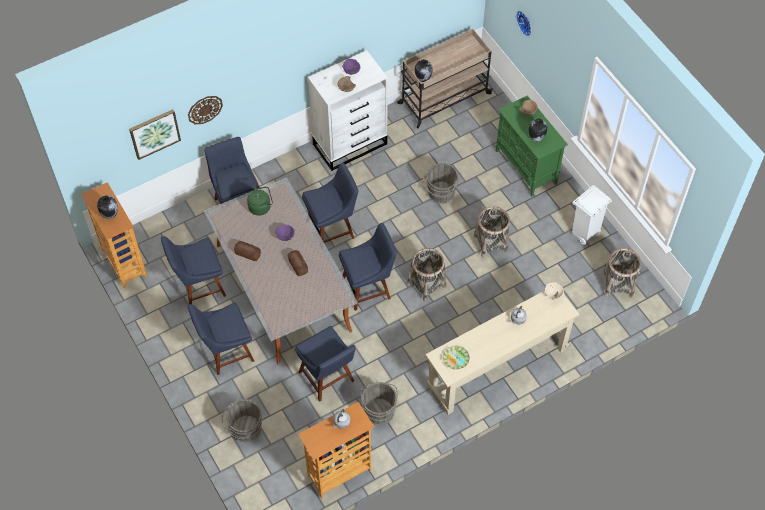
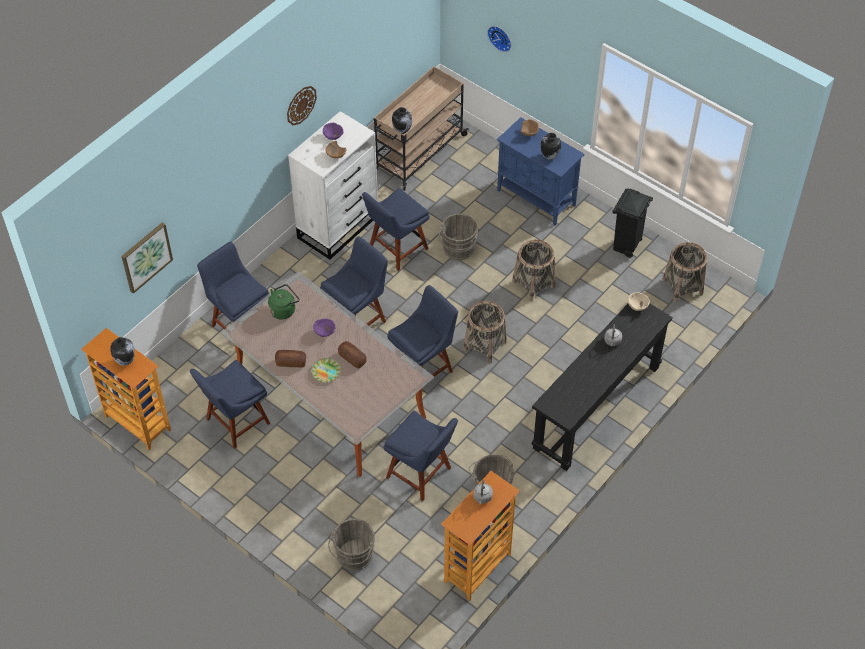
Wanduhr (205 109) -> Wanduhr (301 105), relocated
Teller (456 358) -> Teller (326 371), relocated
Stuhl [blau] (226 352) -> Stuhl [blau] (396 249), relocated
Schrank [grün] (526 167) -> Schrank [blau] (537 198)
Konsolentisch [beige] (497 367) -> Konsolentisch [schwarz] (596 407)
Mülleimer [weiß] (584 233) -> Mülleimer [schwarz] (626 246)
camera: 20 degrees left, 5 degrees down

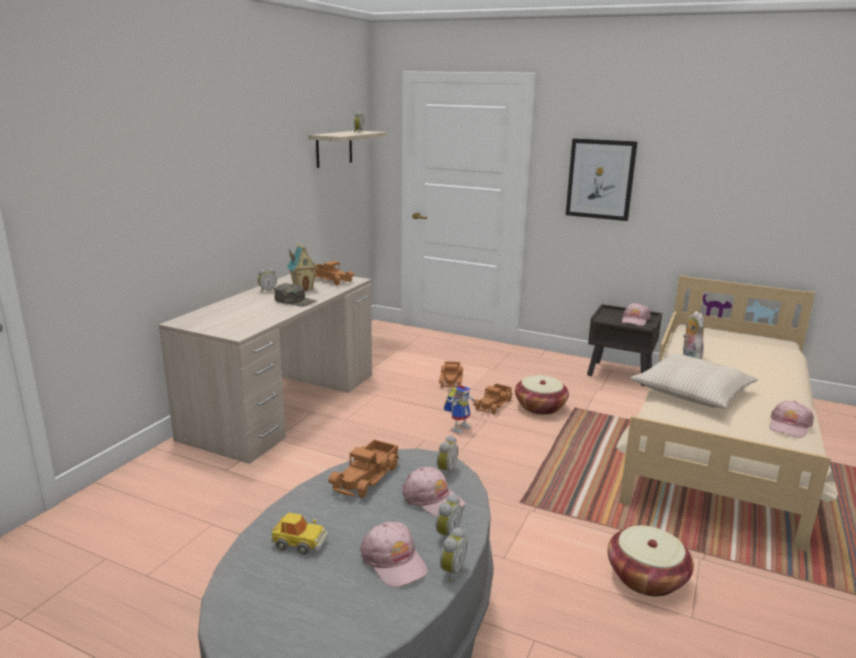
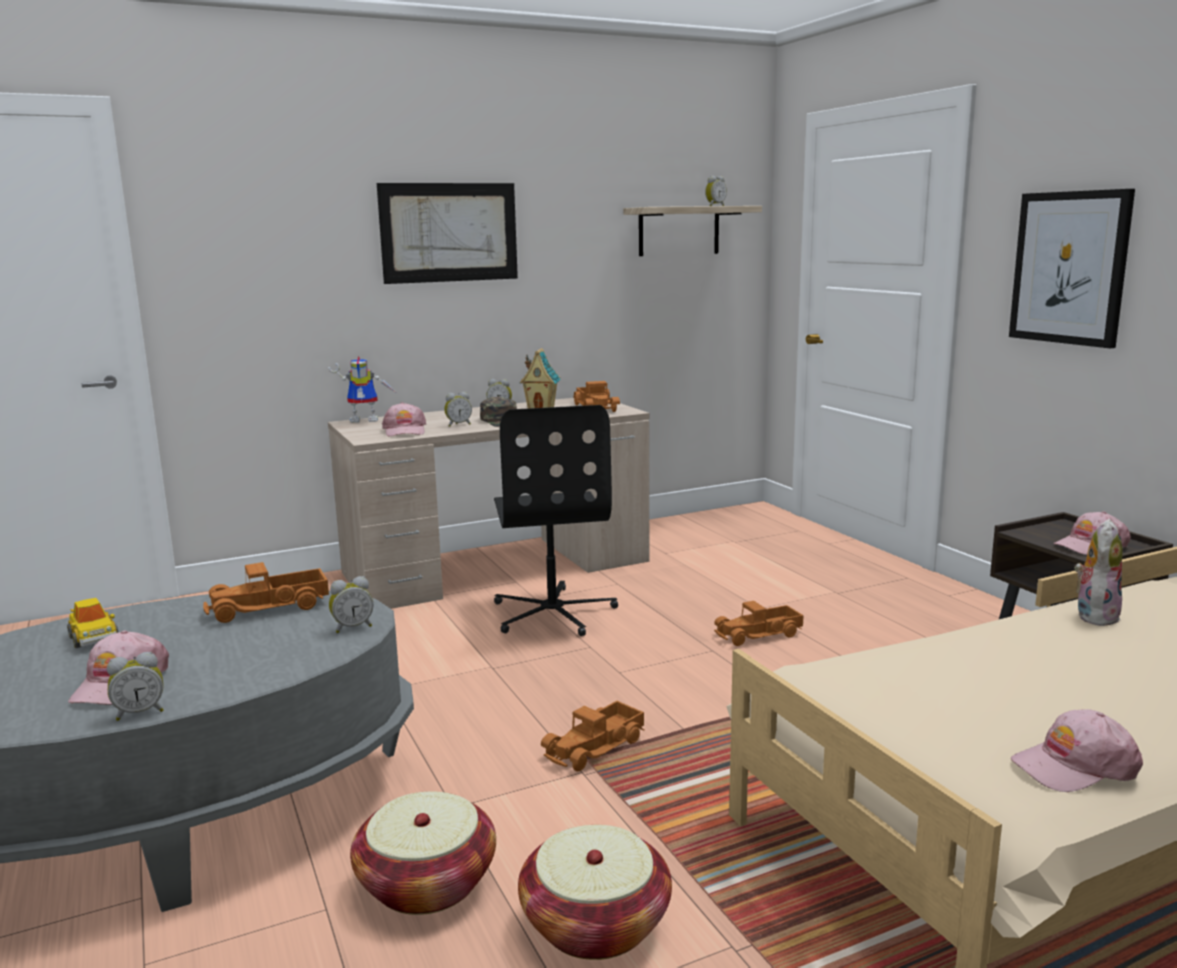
Spielzeugroboter (459 427) -> Spielzeugroboter (367 420), relocated
Korb (540 407) -> Korb (427 883), relocated
none -> Bild (449 232)
Kappe [rosa] (432 499) -> Kappe [rosa] (405 431), relocated
Wecker (446 535) -> Wecker (458 425), relocated
none -> Bürostuhl [schwarz] (553 613)
Spielzeuglaster (451 380) -> Spielzeuglaster (596 747), relocated
Kissen [beige] (691 392) -> none
camera: 40 degrees right, 5 degrees down

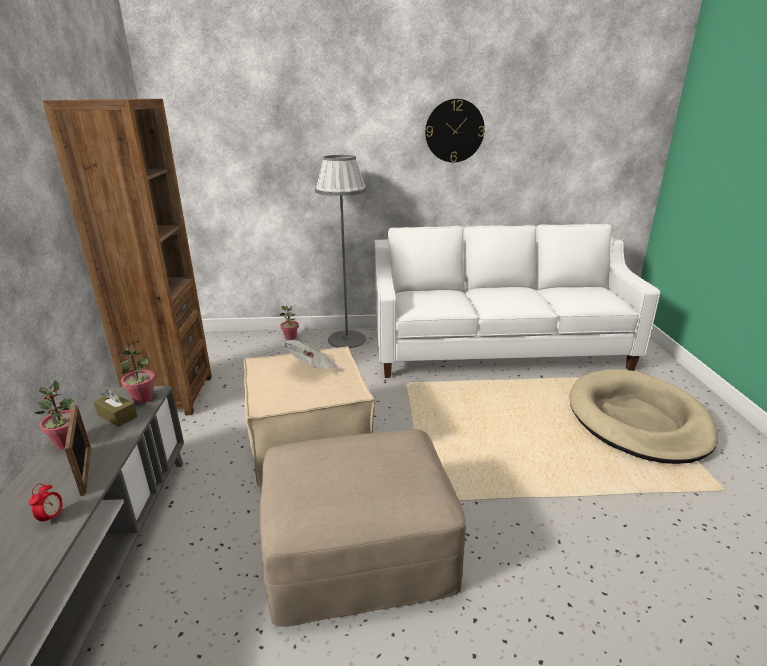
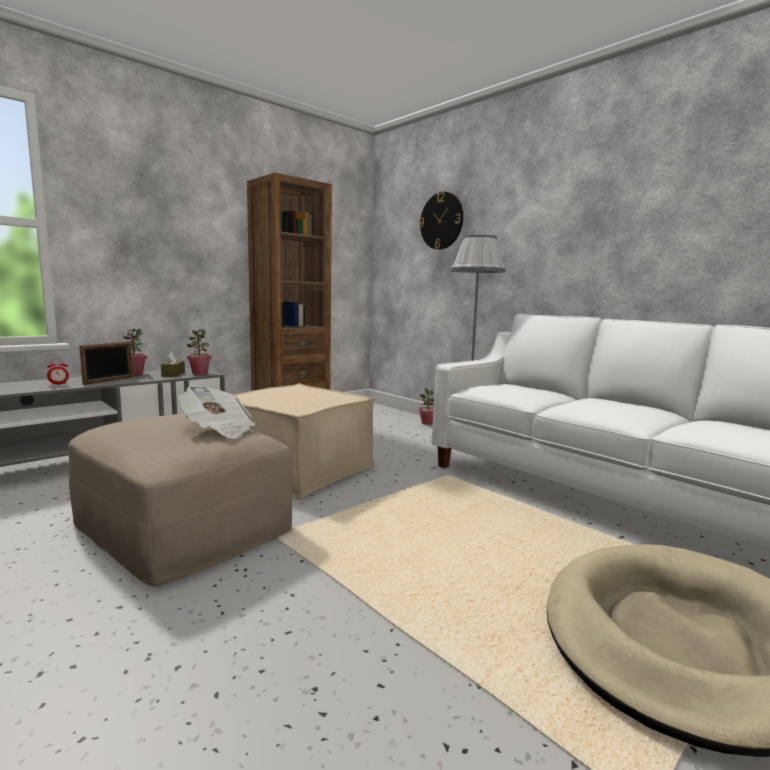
Zeitung (313 368) -> Zeitung (218 430), relocated
Wanduhr (454 131) -> Wanduhr (441 221), relocated
camera: 50 degrees right, 15 degrees down

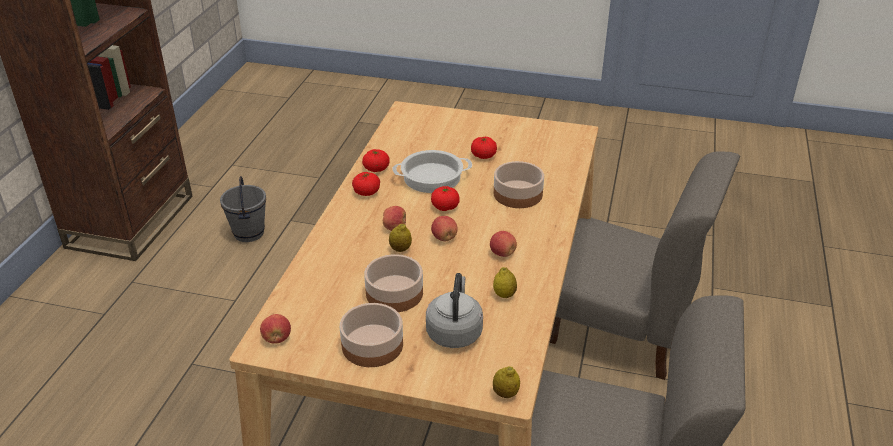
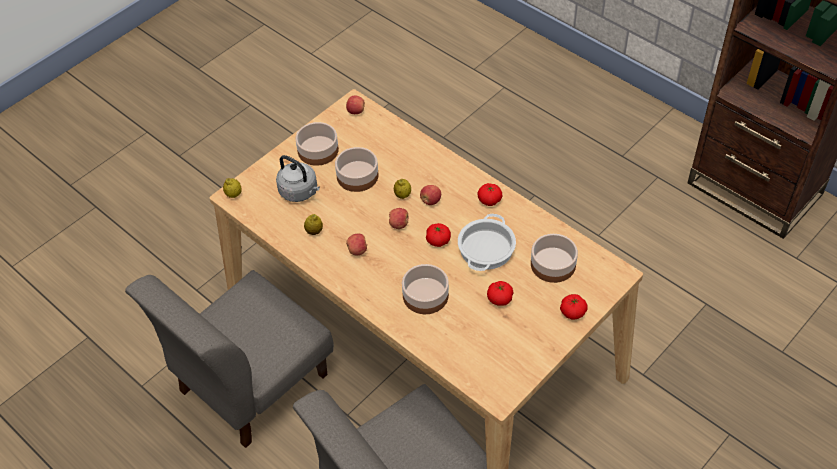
none -> Schüssel (553 265)
Tomate (376 169) -> Tomate (572 312), relocated
Eimer [grau] (249 233) -> none
camera: 120 degrees right, 15 degrees up

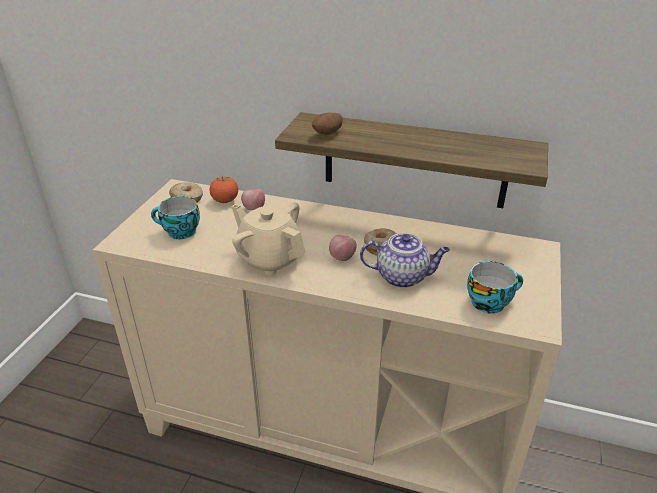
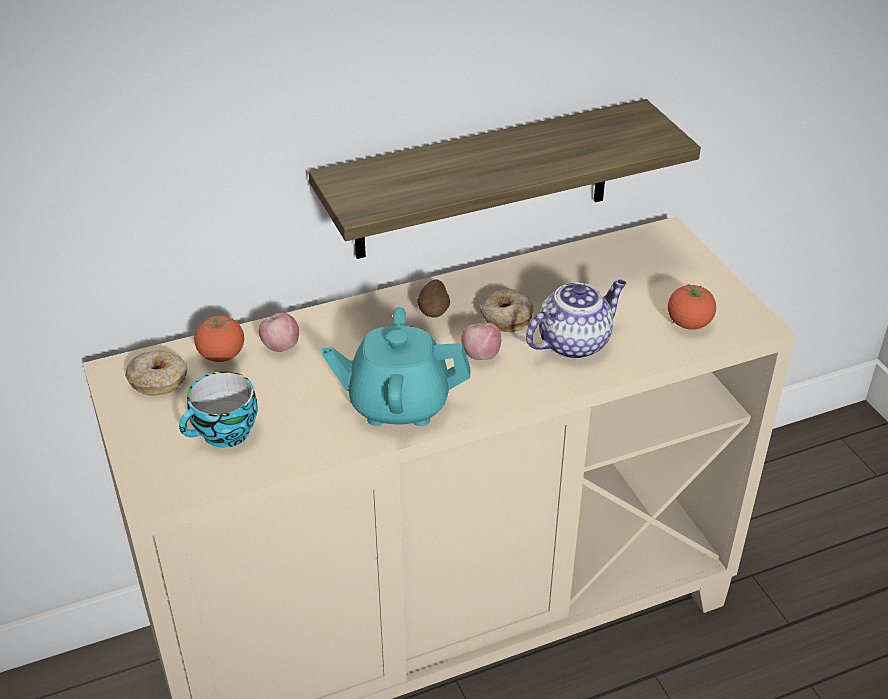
Teekanne [beige] (270 259) -> Teekanne [türkis] (398 404)
Kartoffel (327 134) -> Kartoffel (434 312), relocated
Tasse (489 302) -> Tomate (689 324)
camera: 40 degrees left, 5 degrees up

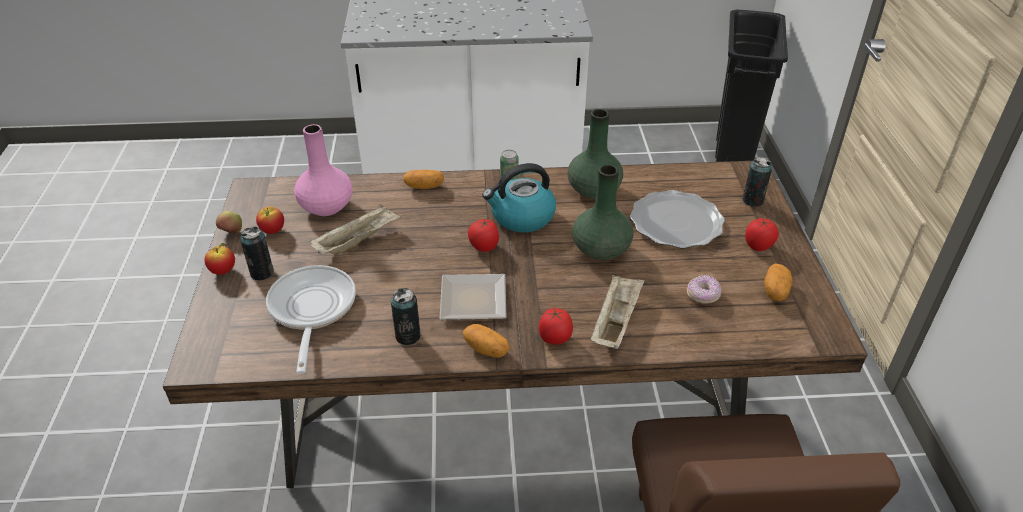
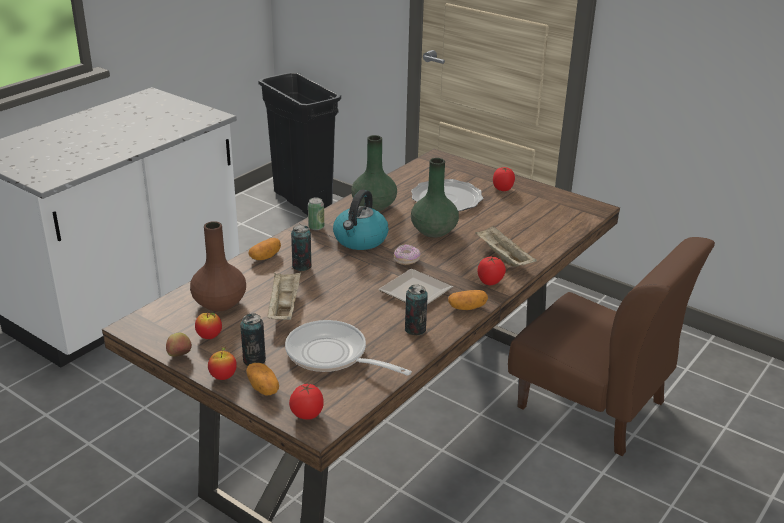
Vase [rosa] (325 207) -> Vase [braun] (219 303)
Kartoffel (775 291) -> Kartoffel (263 388), relocated
Tomate (484 247) -> Tomate (306 415), relocated
Dose (752 201) -> Dose (302 266), relocated
Donut (703 296) -> Donut (406 260), relocated
camera: 50 degrees left, 10 degrees down

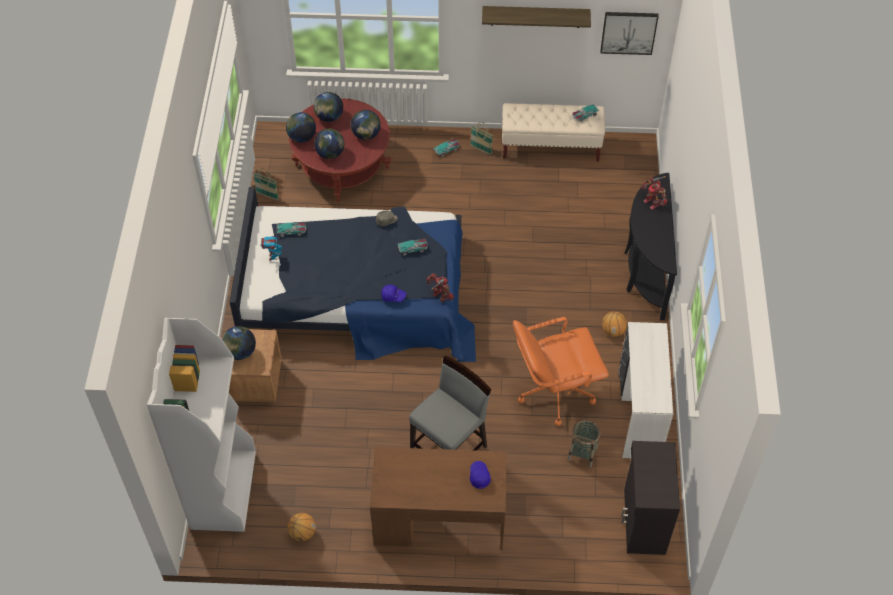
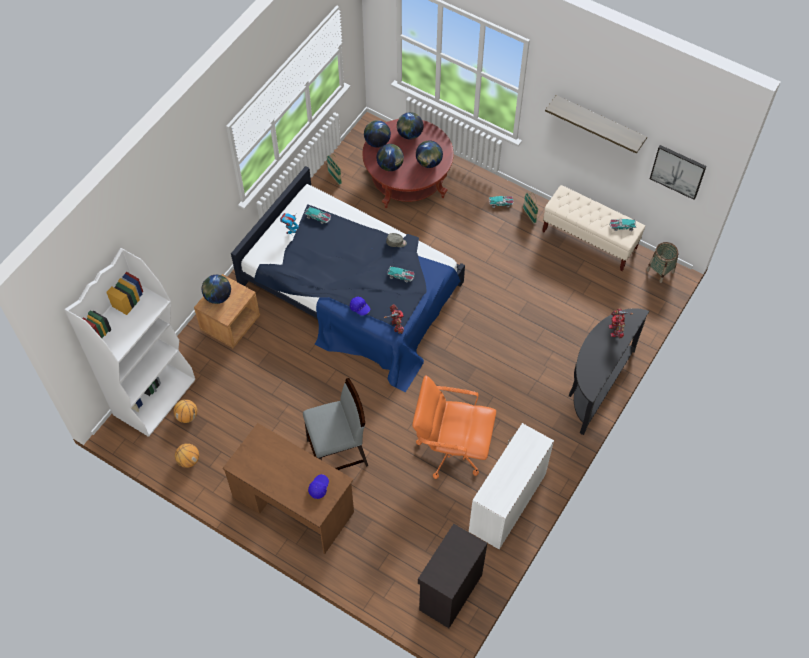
Basketball (613 331) -> Basketball (187 416), relocated
Korb (582 453) -> Korb (660 271), relocated
camera: 30 degrees right, 5 degrees up

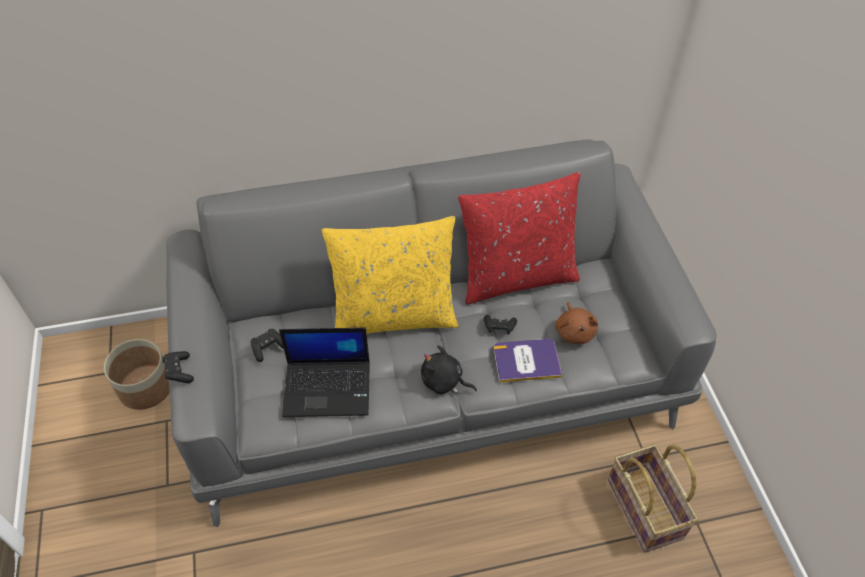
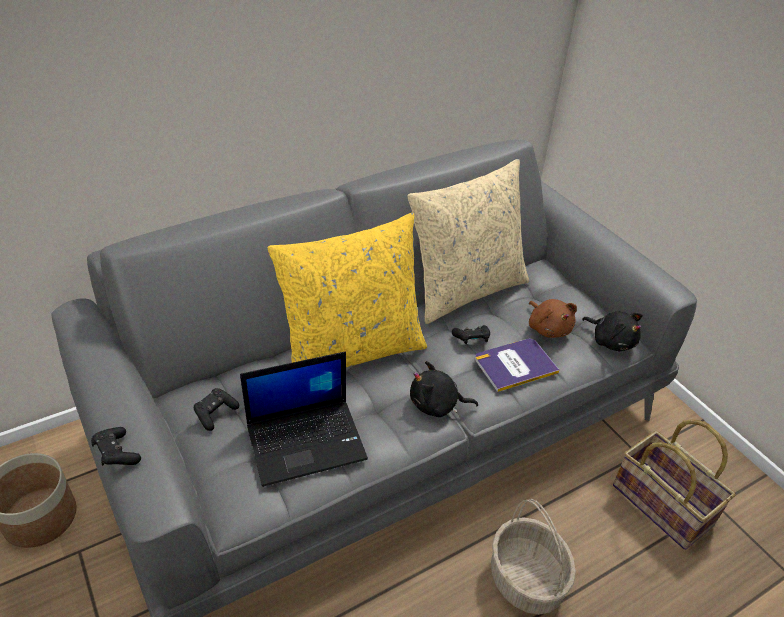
Kissen [rot] (516 277) -> Kissen [beige] (465 290)
none -> Korb (527 580)
none -> Plüschtier [schwarz] (611 340)
camera: 20 degrees left, 10 degrees down

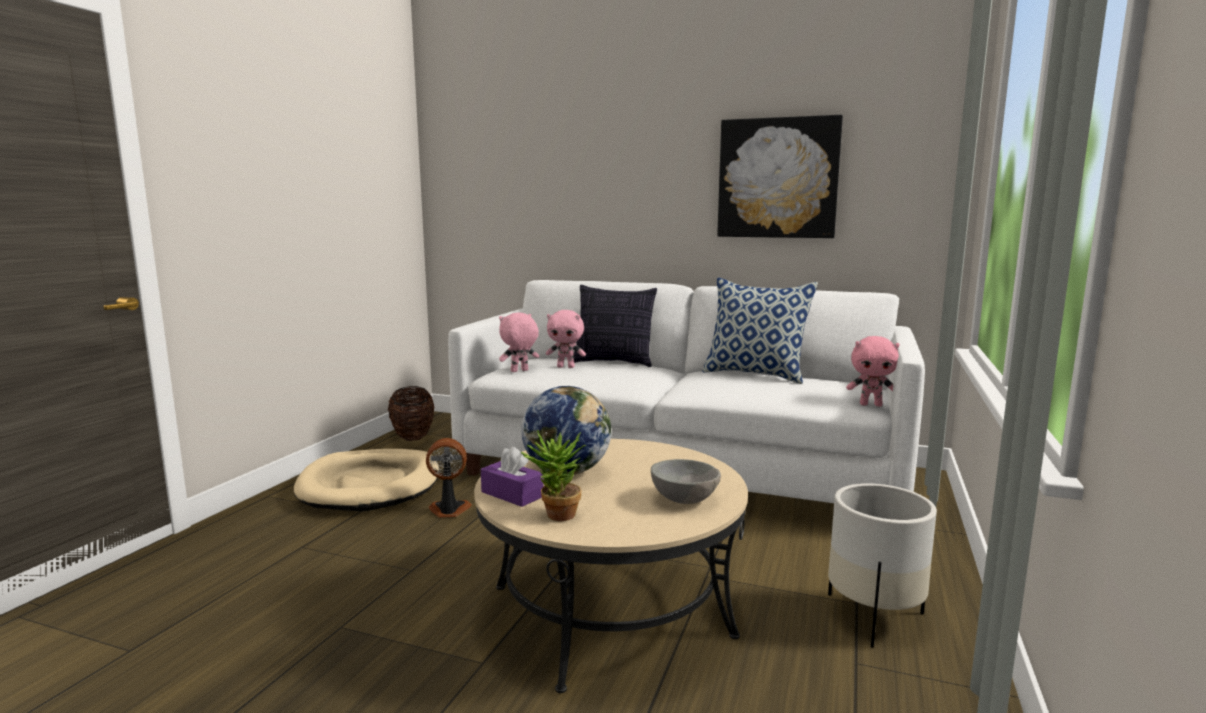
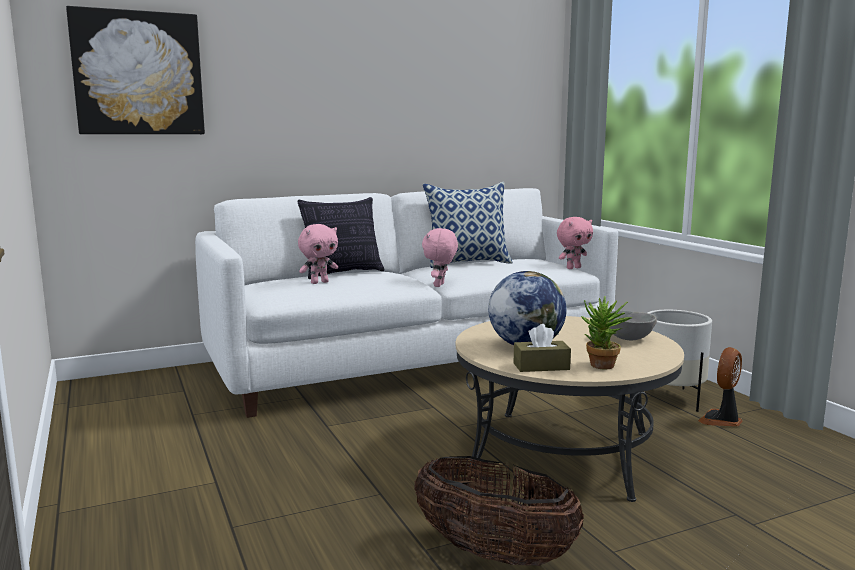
Bild (778 178) -> Bild (138 73), relocated
Korb (413 436) -> Korb (494 553), relocated
Plüschtier [rosa] (519 371) -> Plüschtier [rosa] (440 285), relocated
Taschentuchbox [lila] (512 494) -> Taschentuchbox [braun] (541 366)
Ventilator (449 510) -> Ventilator (721 420), relocated
Hundebett [beige] (370 485) -> none
camera: 45 degrees left, 0 degrees up

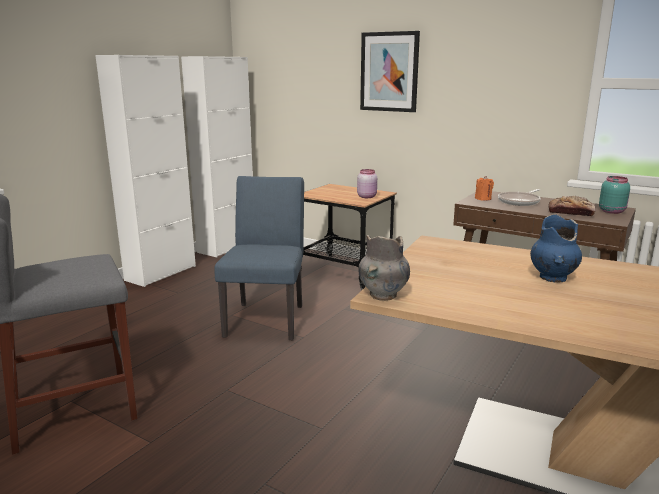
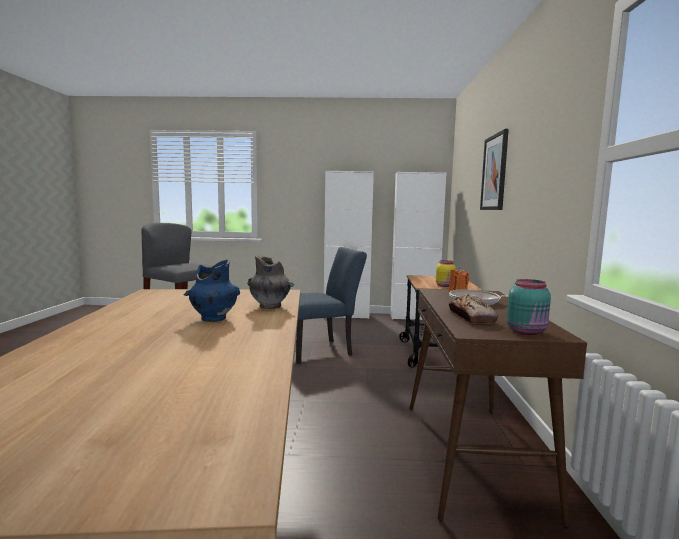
Vase [grau] (383 295) -> Vase [grau] (270 306), relocated
Vorratsglas [rosa] (367 196) -> Vorratsglas [gelb] (445 286)
camera: 60 degrees right, 10 degrees down

